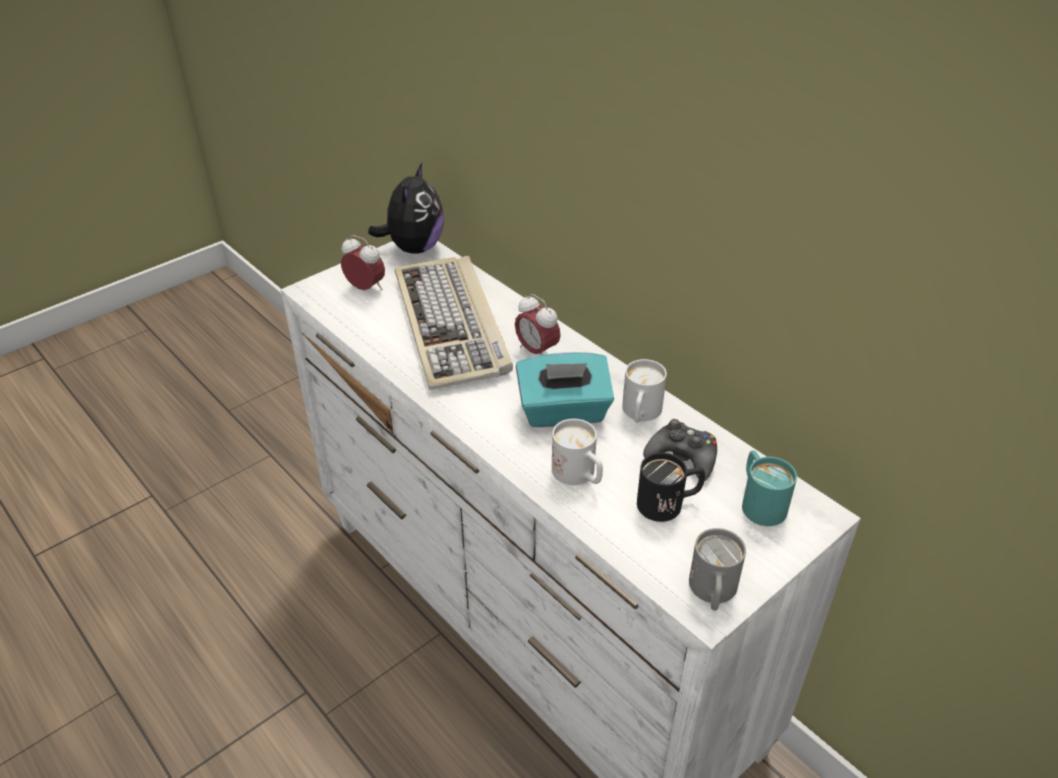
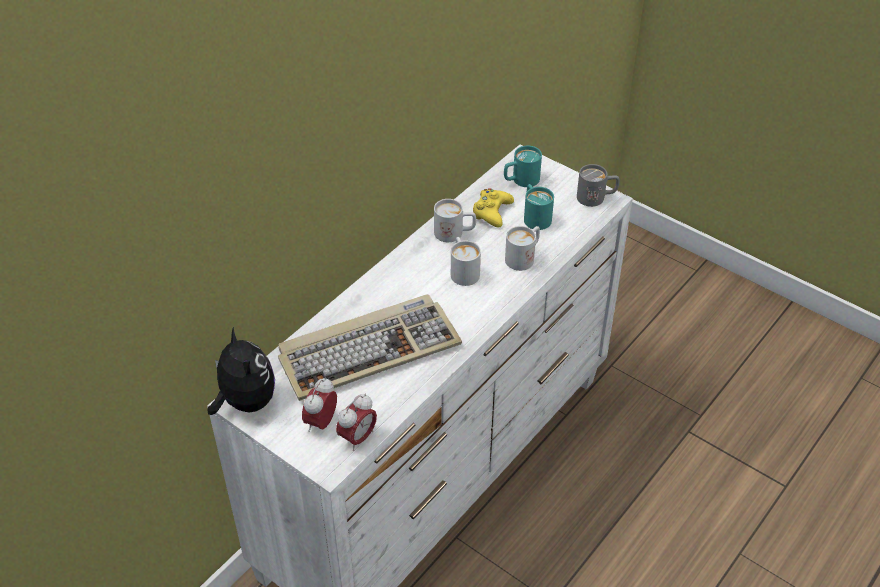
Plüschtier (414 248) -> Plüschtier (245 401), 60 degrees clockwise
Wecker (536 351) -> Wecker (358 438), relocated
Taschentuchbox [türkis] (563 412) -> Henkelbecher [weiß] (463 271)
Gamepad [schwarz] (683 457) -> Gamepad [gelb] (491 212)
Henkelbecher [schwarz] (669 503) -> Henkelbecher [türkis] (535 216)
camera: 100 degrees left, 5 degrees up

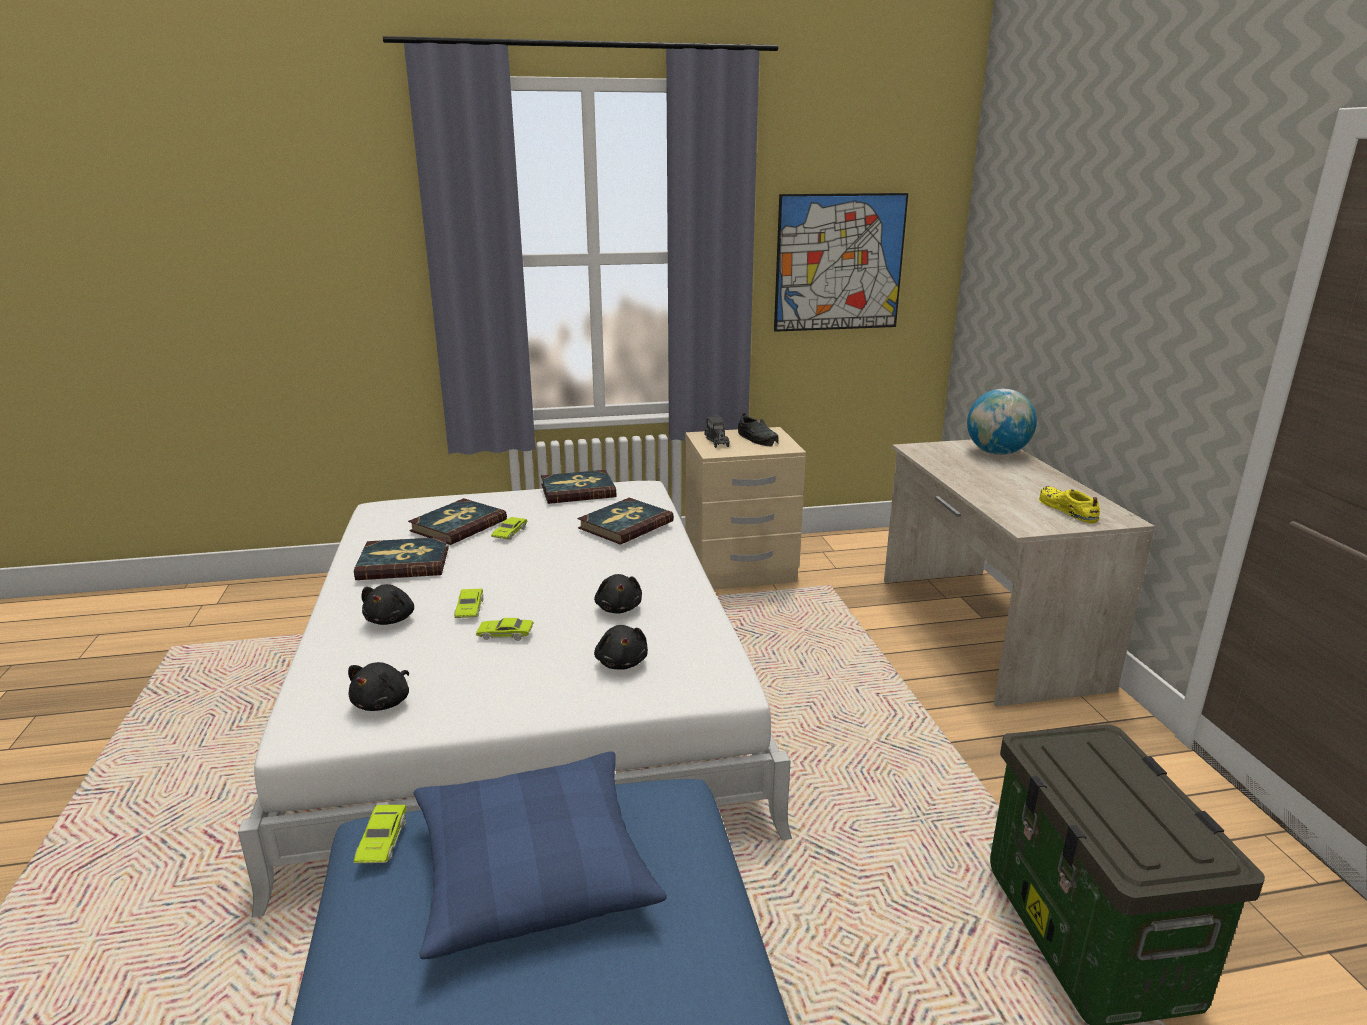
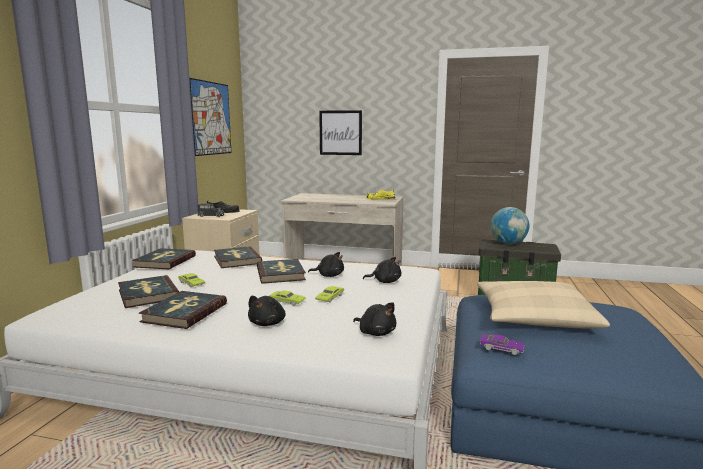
Plüschtier [schwarz] (391 619) -> Plüschtier [schwarz] (268 323), 75 degrees clockwise
none -> Buch (281 274)
none -> Bild (340 132)
Kissen [blau] (533 867) -> Kissen [beige] (534 317)
Spielzeugauto [grün] (382 840) -> Spielzeugauto [lila] (501 348)
Globus (997 453) -> Globus (508 243), relocated
camera: 65 degrees left, 10 degrees down

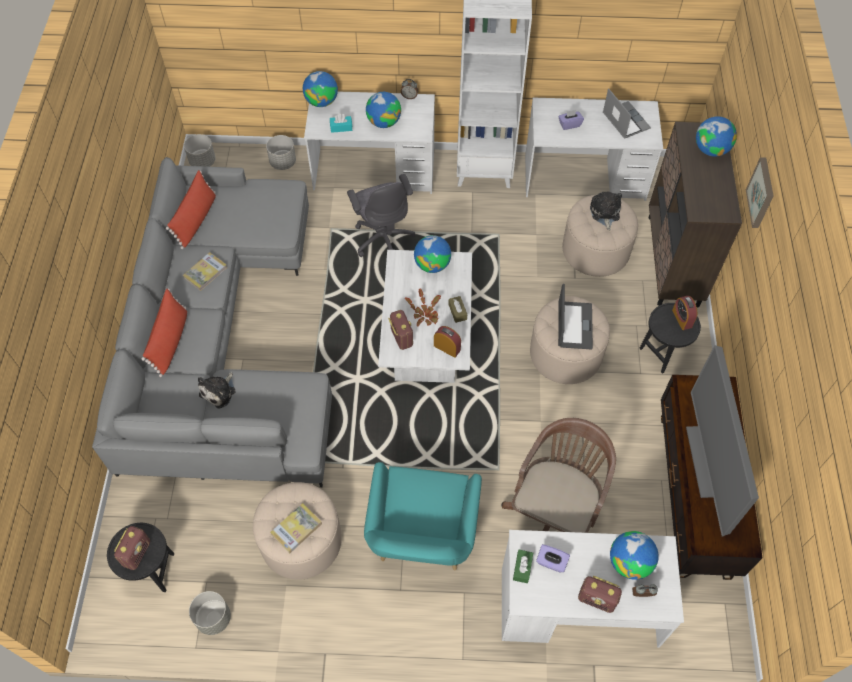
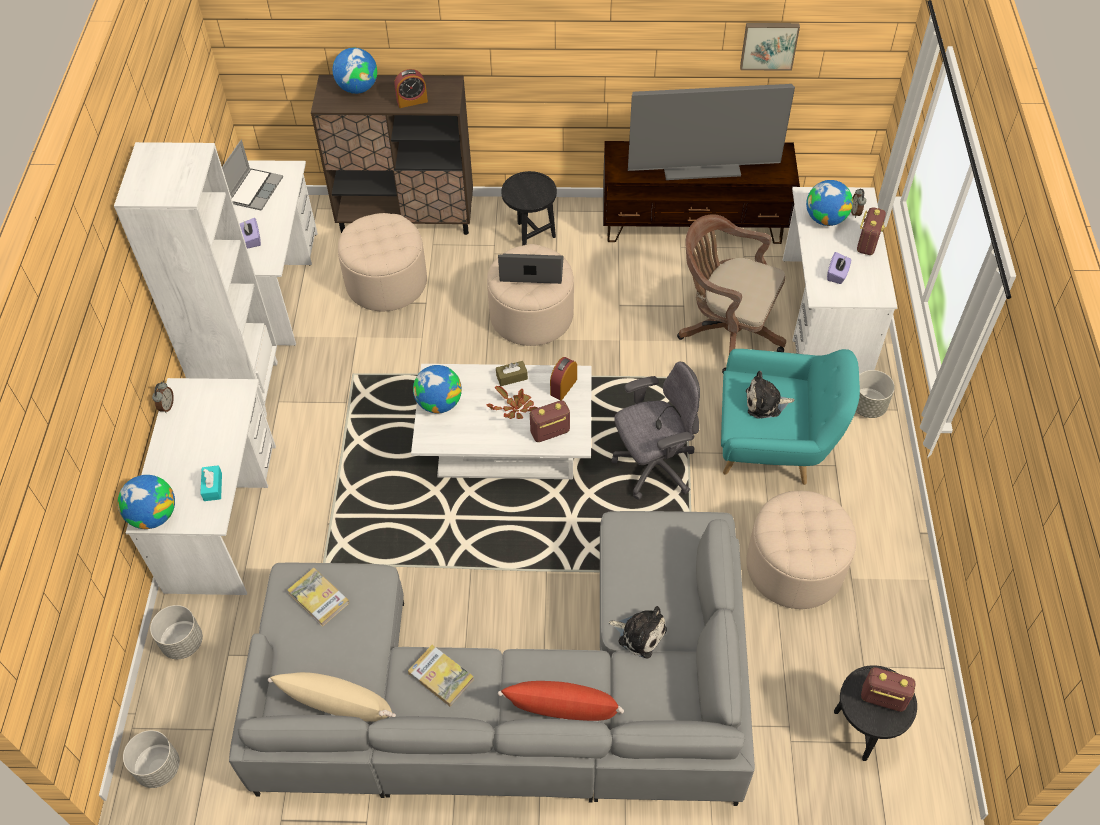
Laptop (624 121) -> Laptop (254 190), 135 degrees clockwise
Kissen [rot] (196 219) -> Kissen [beige] (337 704)
Buch (296 529) -> Buch (318 598), relocated
Wecker (682 318) -> Wecker (412 101), relocated
Bürostuhl [grau] (383 238) -> Bürostuhl [grau] (653 467), relocated
Bild (762 193) -> Bild (769 45), relocated
Plüschtier (604 213) -> Plüschtier (765 403), relocated
Pflanzkübel [grau] (213 618) -> Pflanzkübel [grau] (868 406), relocated
Globus (384 122) -> none
Taschentuchbox [grün] (522 568) -> none
camera: 90 degrees left, 5 degrees down

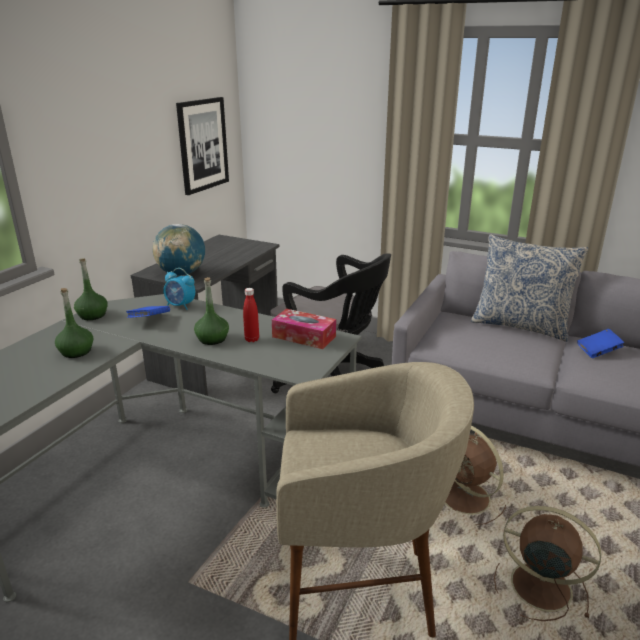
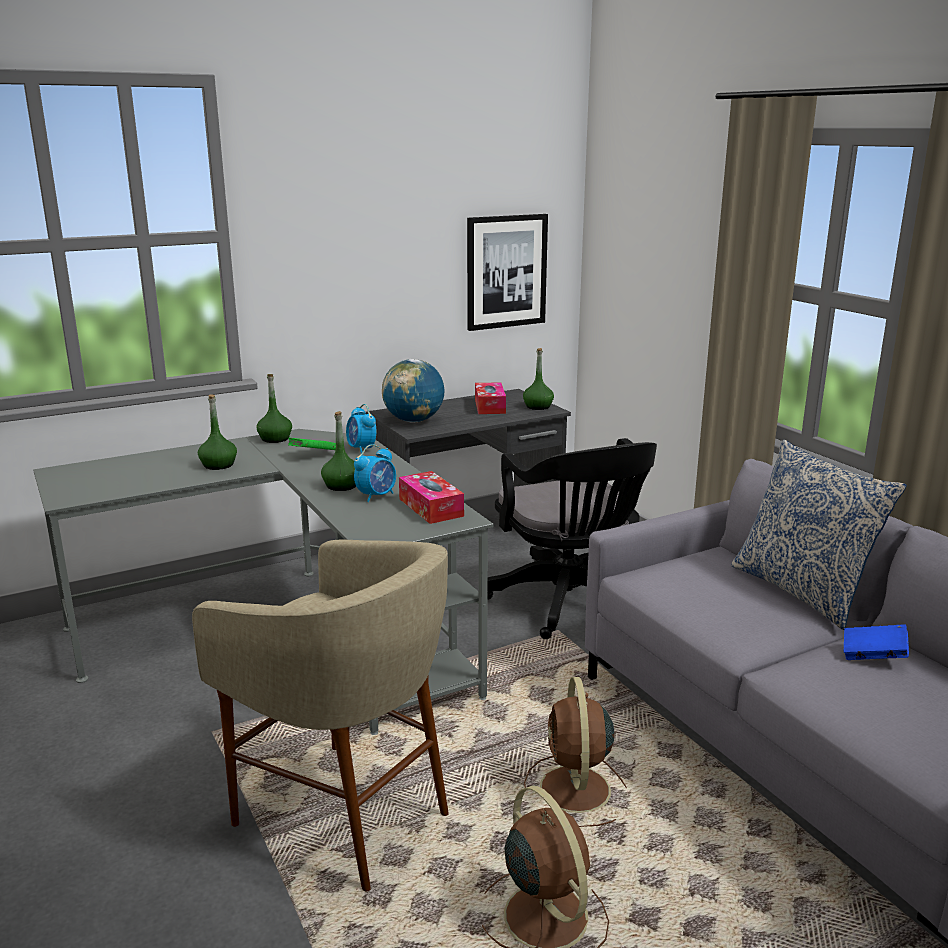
Buch [blau] (149 321) -> Buch [grün] (314 455)
Flasche [rot] (252 339) -> Wecker (376 496)
none -> Taschentuchbox (490 406)
none -> Flasche [grün] (538 406)
camera: 35 degrees right, 5 degrees down

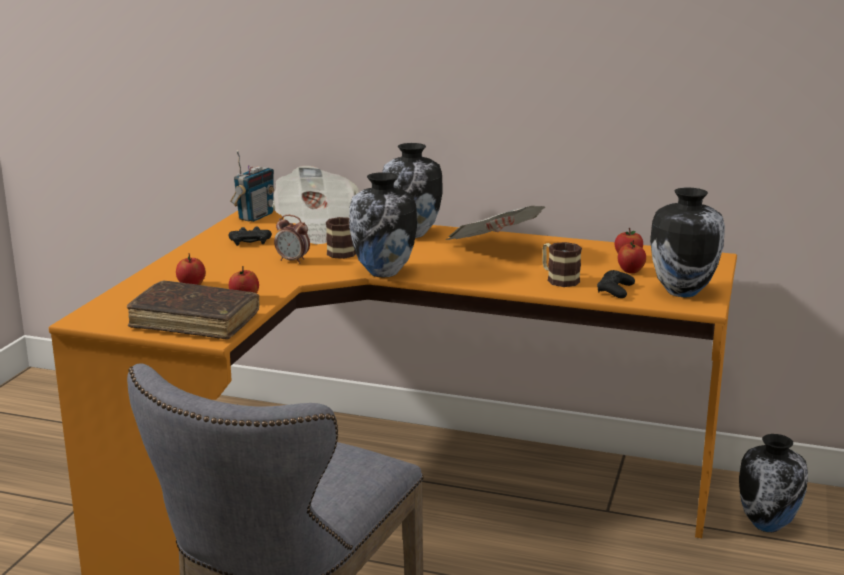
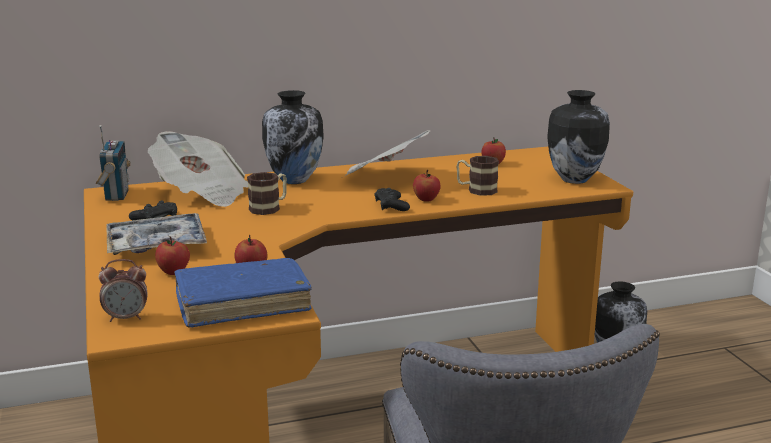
Wecker (293 261) -> Wecker (126 318), relocated
none -> Tablett (156 245)
Buch [braun] (195 321) -> Buch [blau] (242 303)
Gamepad [schwarz] (615 290) -> Gamepad [schwarz] (391 205), relocated
Apfel (630 271) -> Apfel (426 199), relocated
Vase (384 273) -> none
camera: 35 degrees left, 0 degrees up

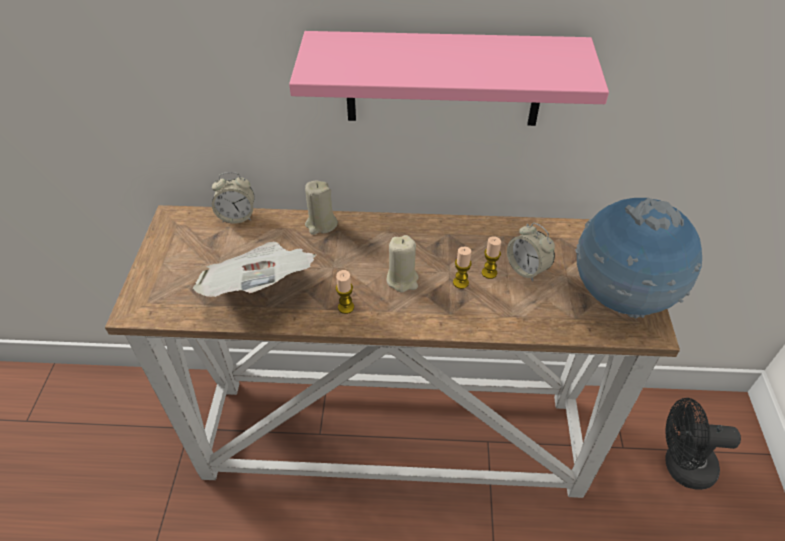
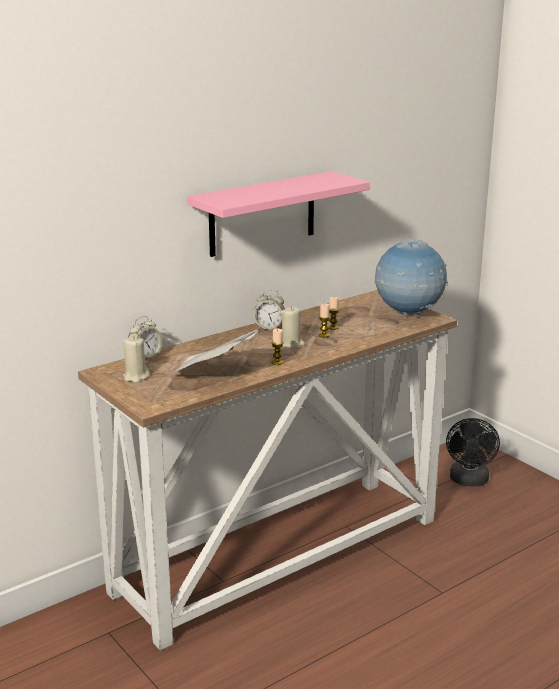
Kerze [beige] (321 224) -> Kerze [beige] (136 377), relocated
Wecker (527 269) -> Wecker (269 328), relocated
Ventilator [schwarz] (680 466) -> Ventilator [schwarz] (469 481), 45 degrees counterclockwise
camera: 40 degrees left, 25 degrees down

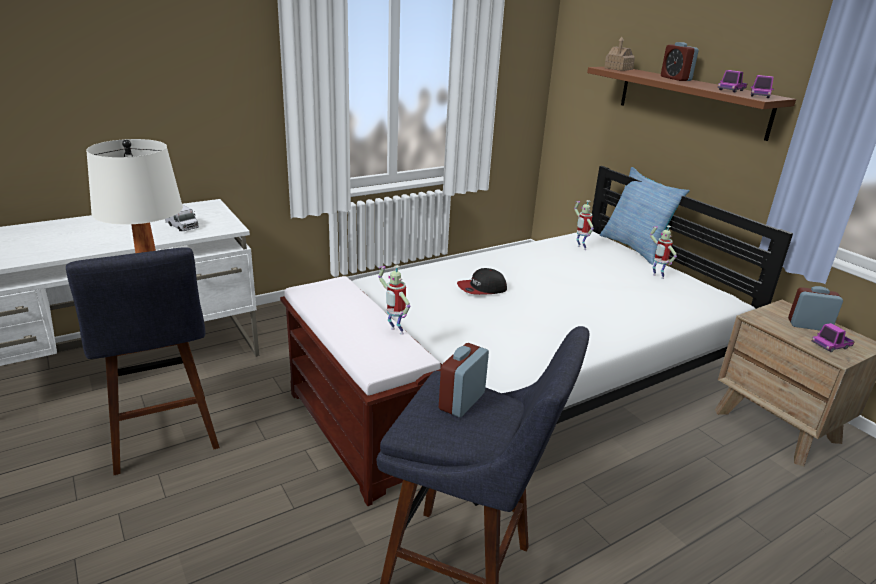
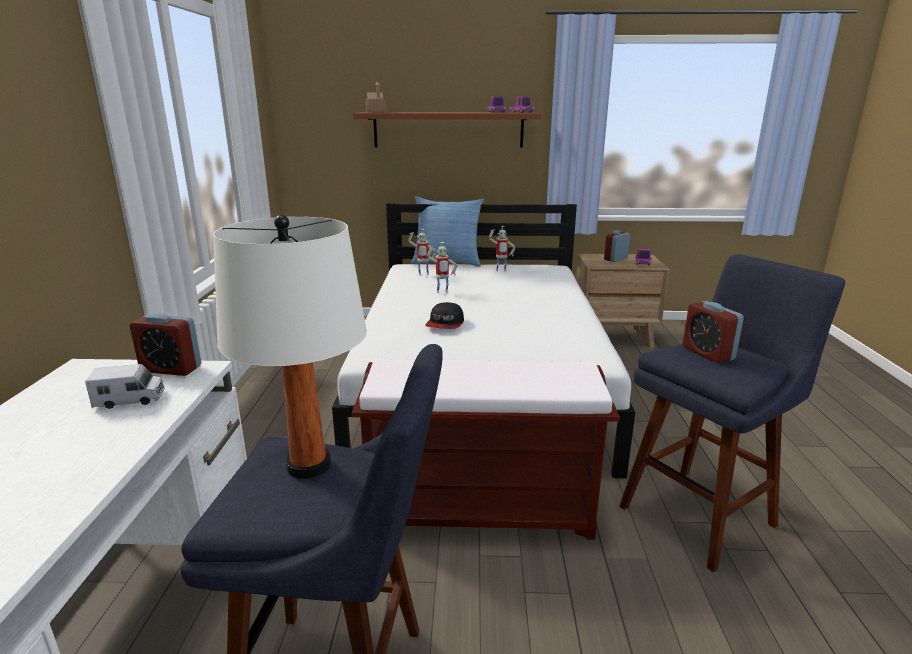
Wecker (675 78) -> Wecker (171 369), relocated
Spielzeugroboter (395 331) -> Spielzeugroboter (442 292), relocated
camera: 55 degrees left, 5 degrees down

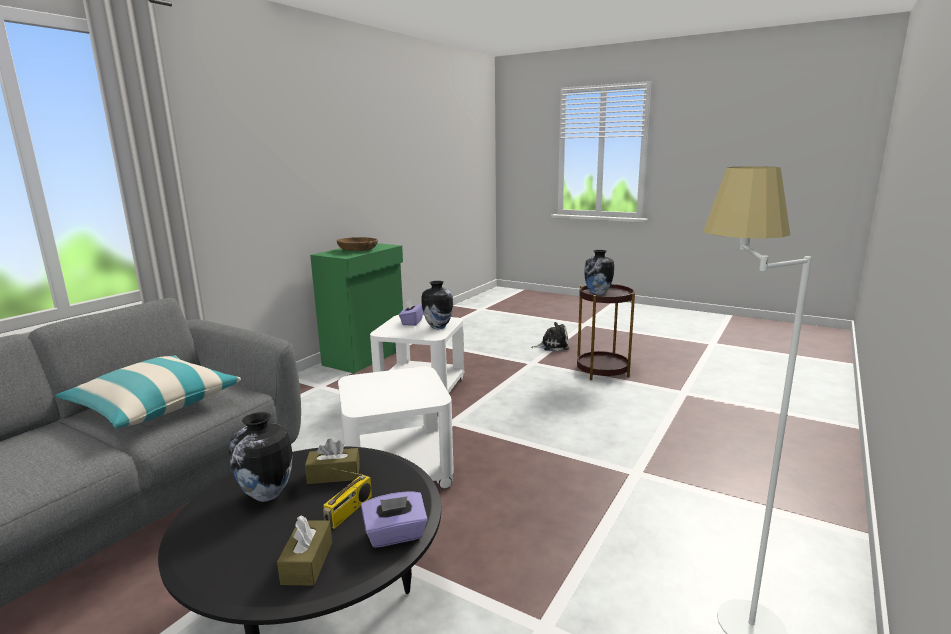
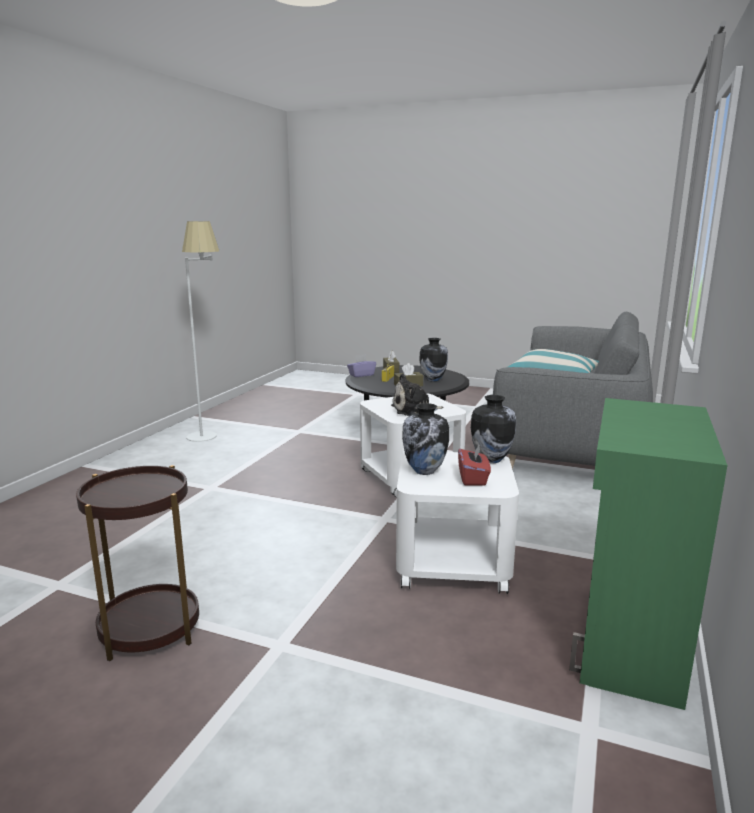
Plüschtier (552 346) -> Plüschtier (414 410), relocated
Taschentuchbox [lila] (412 322) -> Taschentuchbox [rot] (473 478)
Vase (598 293) -> Vase (491 459), relocated
Schüssel [braun] (358 249) -> none
camera: 170 degrees right, 0 degrees up

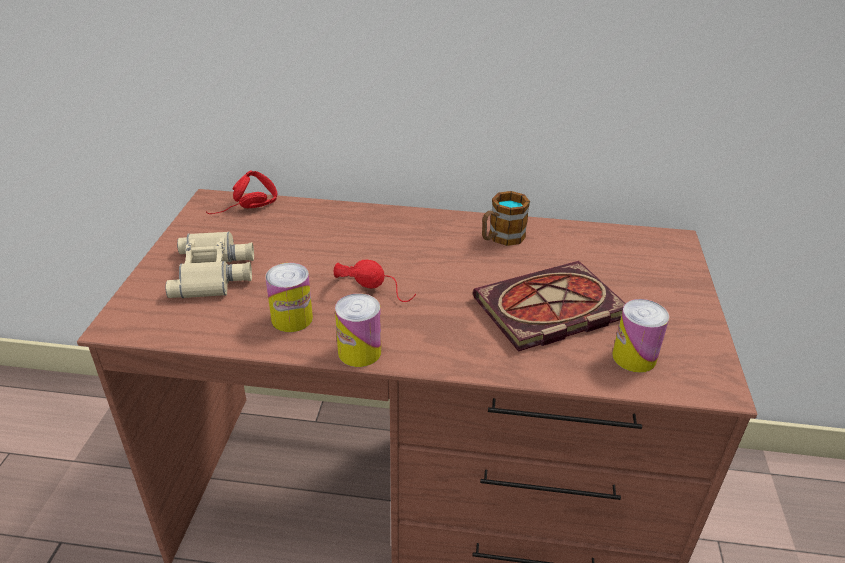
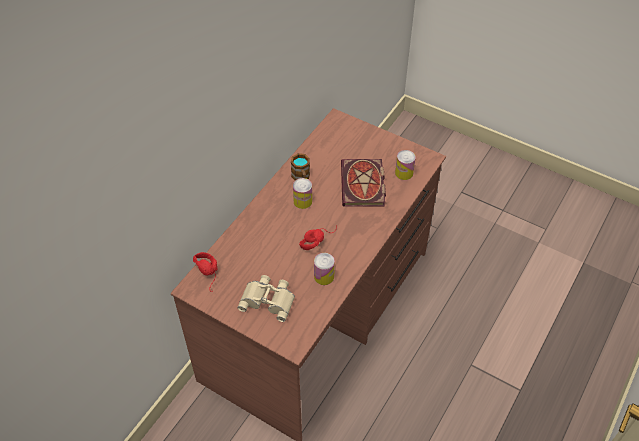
Dose (359 352) -> Dose (302 201), relocated
camera: 65 degrees left, 15 degrees up

